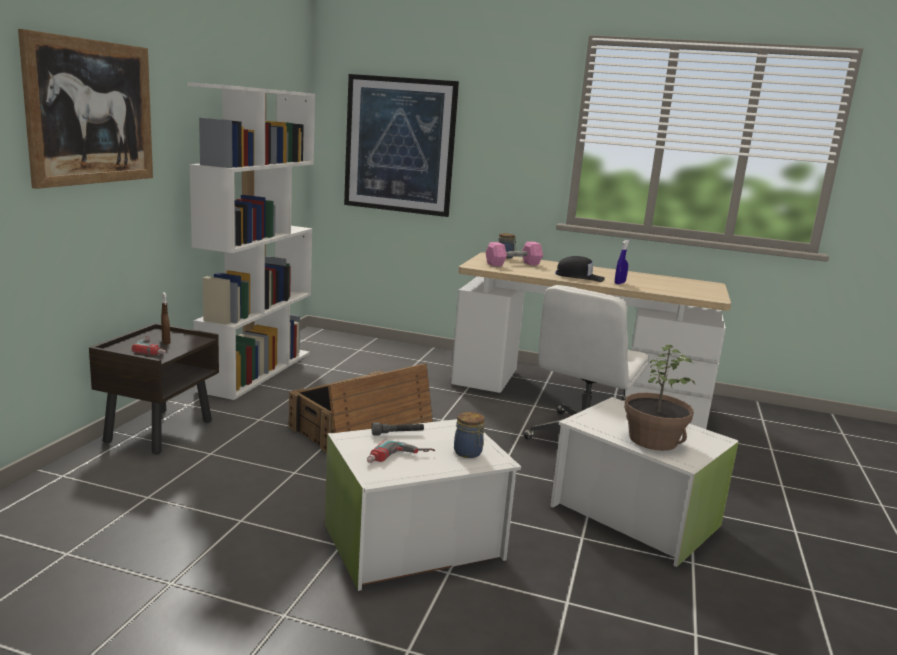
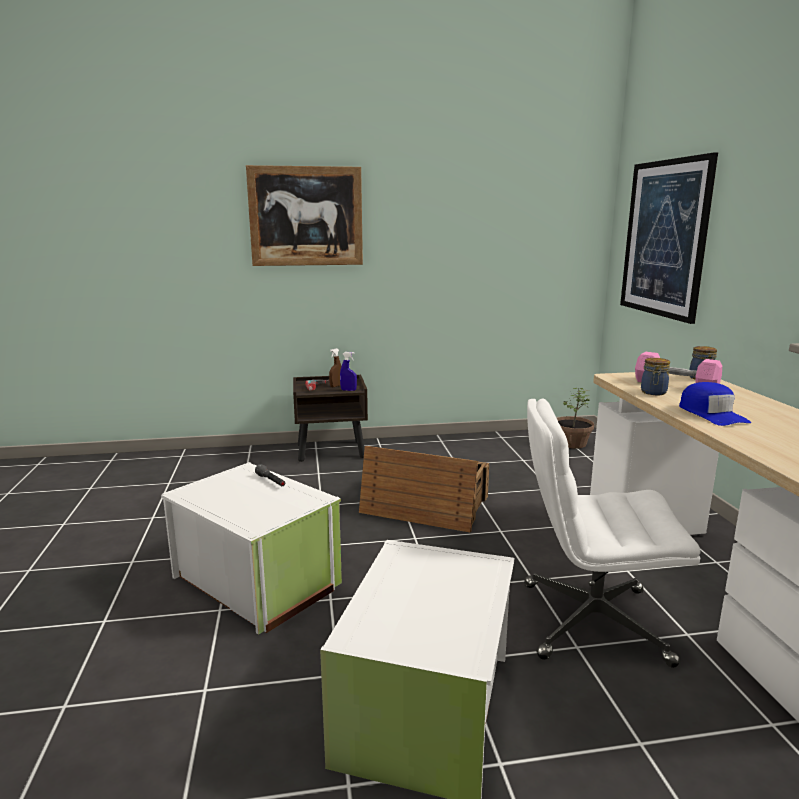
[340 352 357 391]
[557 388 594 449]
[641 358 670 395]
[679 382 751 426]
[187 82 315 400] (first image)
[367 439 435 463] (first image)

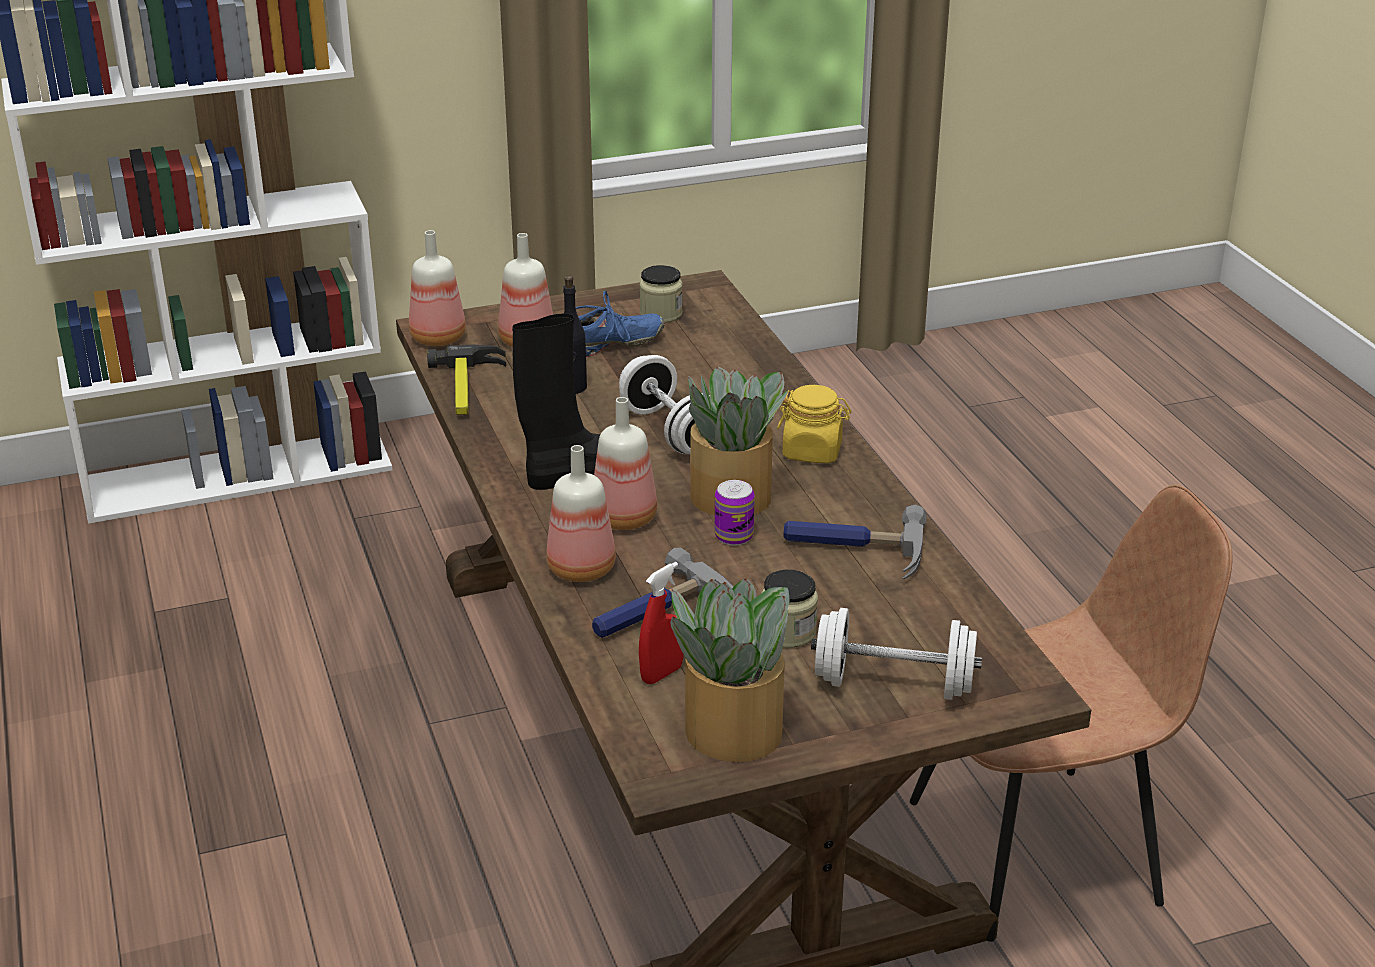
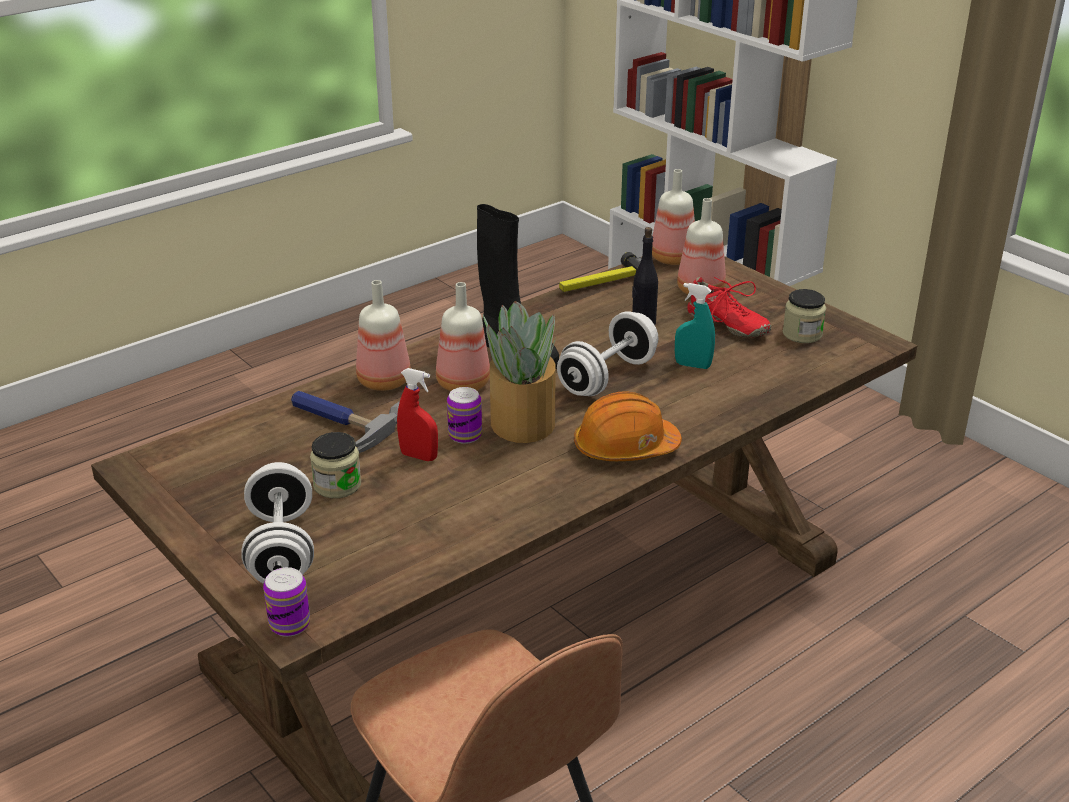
[263 567 310 637]
[397 368 438 461]
[574 391 682 461]
[675 283 715 369]
[687 277 771 337]
[670 578 790 762] (first image)
[783 504 927 580] (first image)

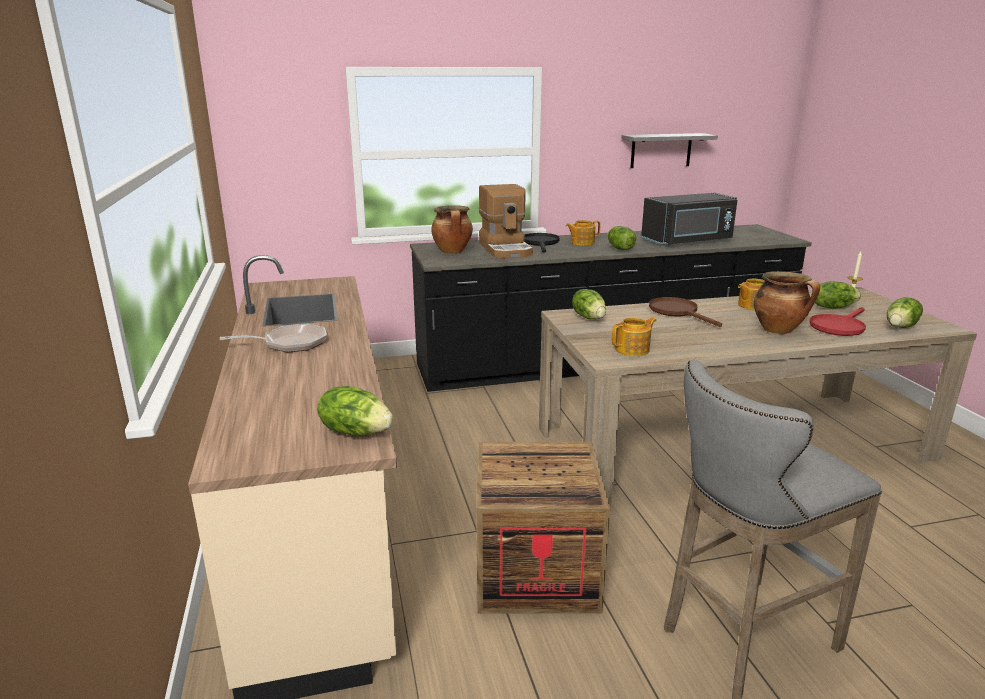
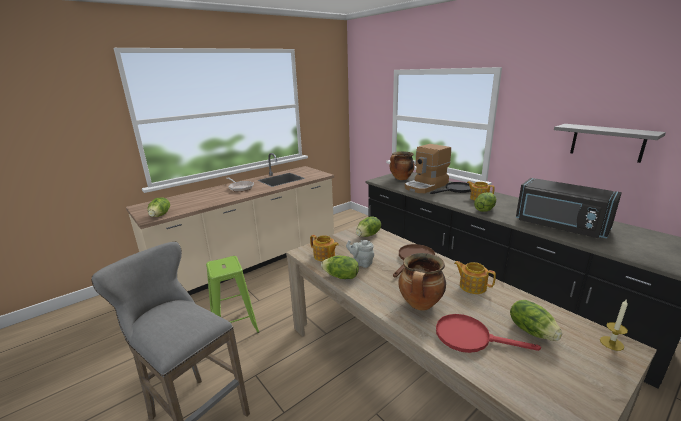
[206 256 260 333]
[321 256 359 279]
[346 240 374 268]

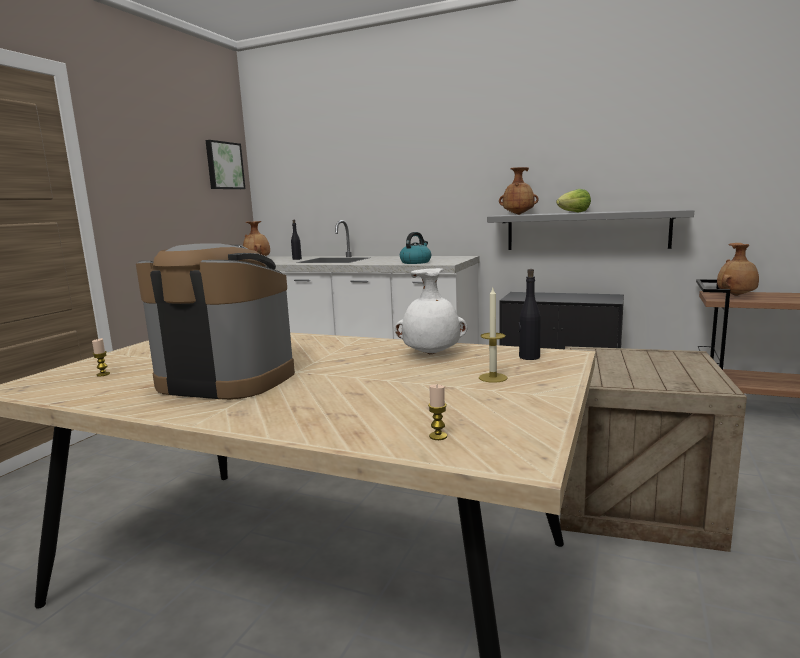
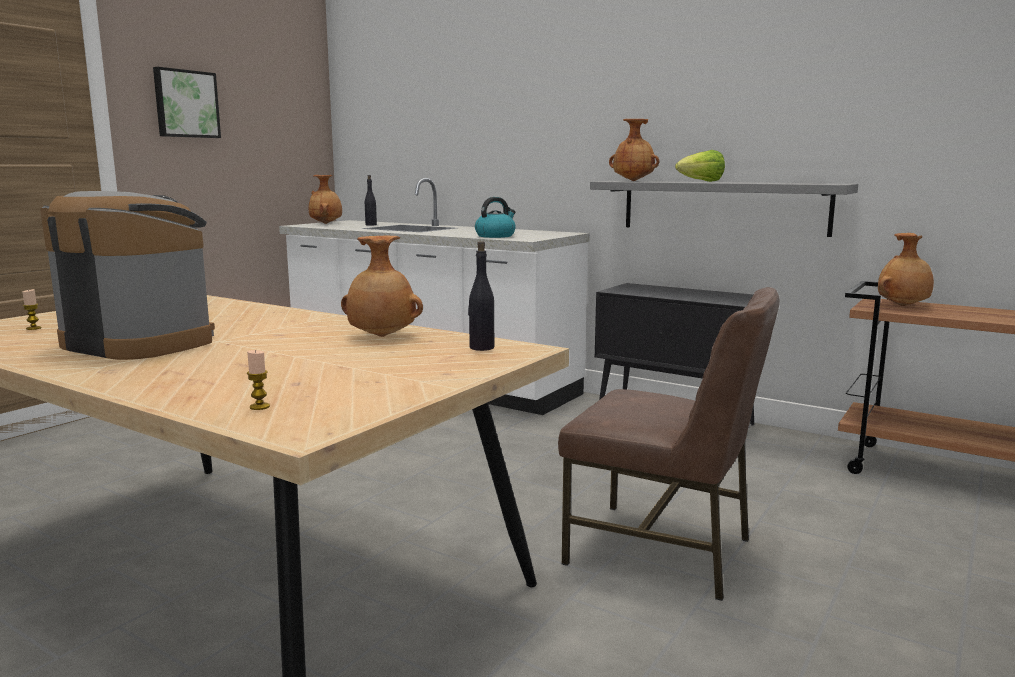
[153 67 221 138]
[341 236 423 337]
[558 287 780 601]
[479 288 508 383] (first image)

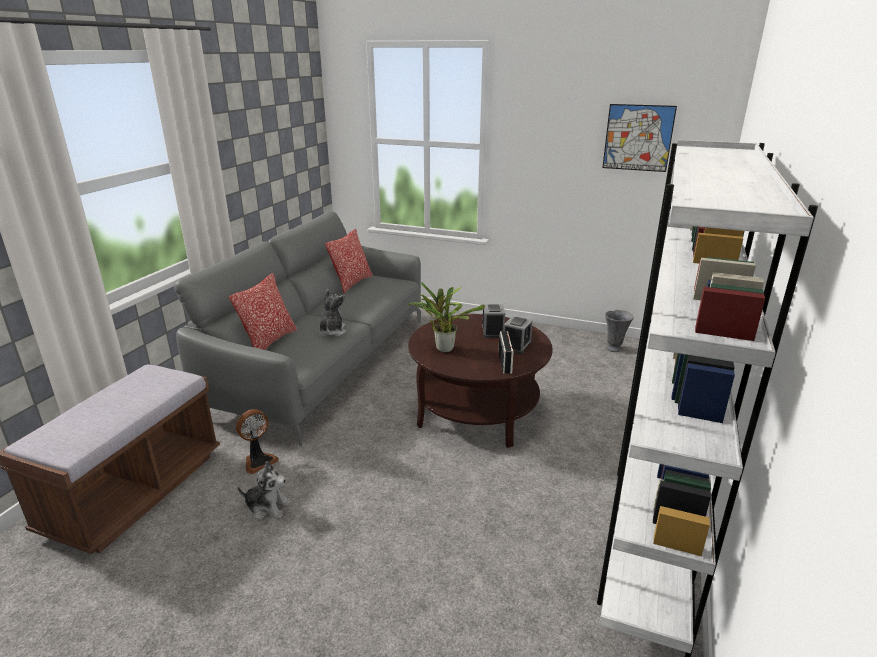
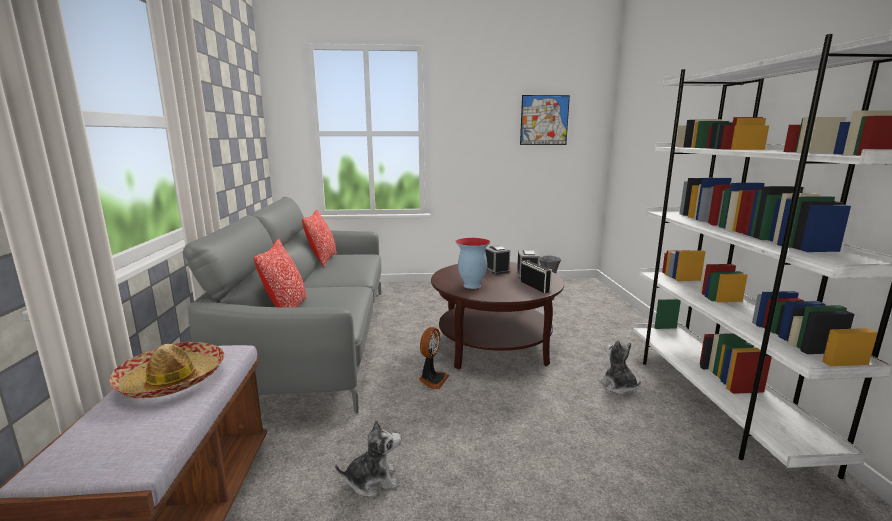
[109 342 224 398]
[418 327 449 389]
[455 238 491 289]
[598 340 641 394]

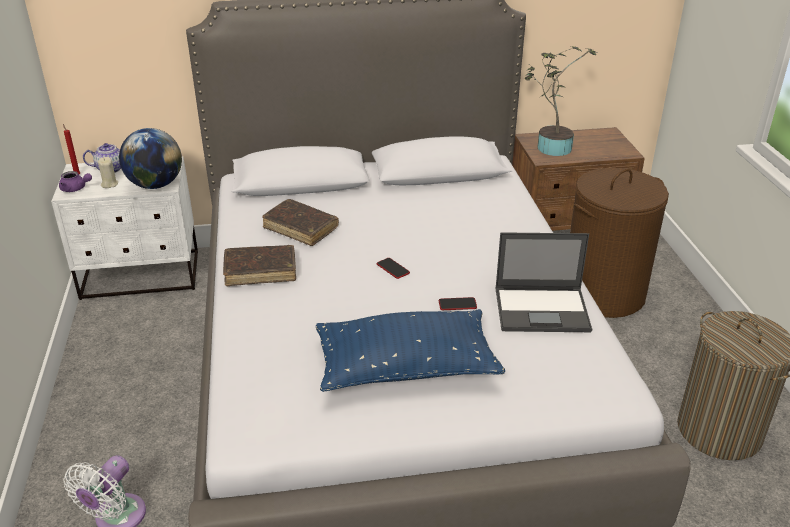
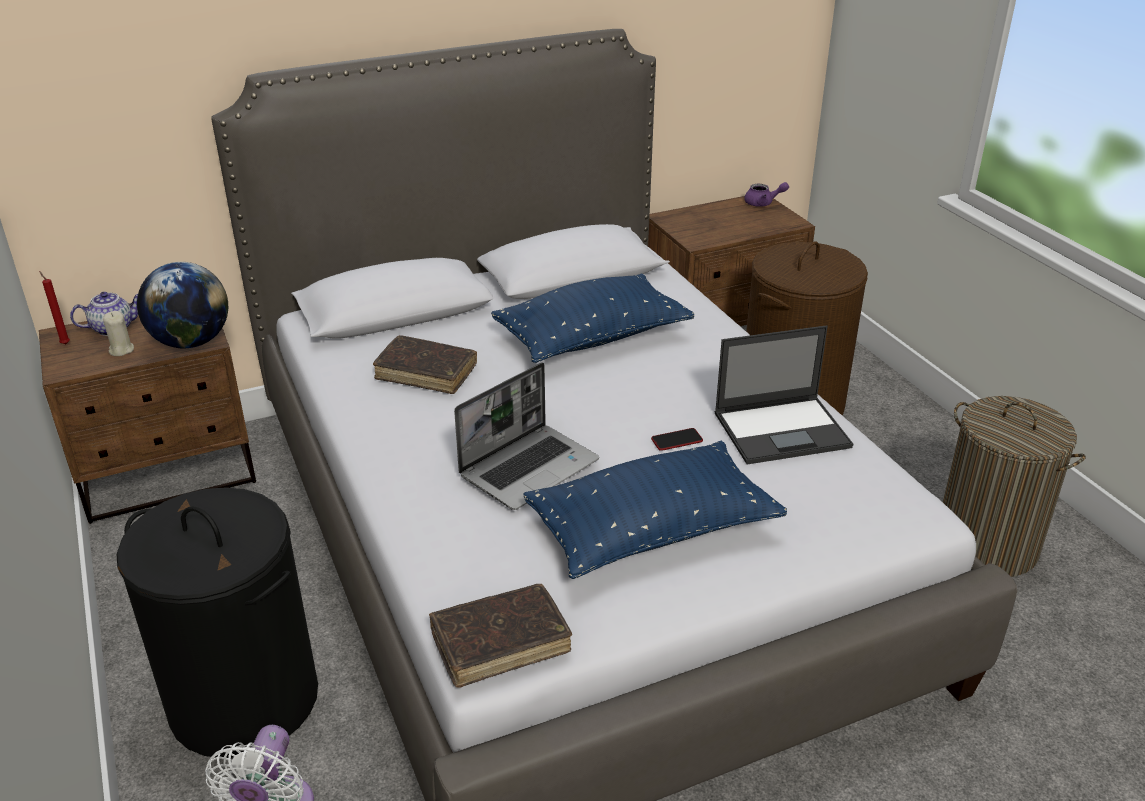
[39 315 256 524]
[116 487 318 758]
[429 584 572 688]
[454 362 599 510]
[491 274 694 363]
[744 182 789 207]
[377 258 410 279] (first image)
[525 46 597 156] (first image)

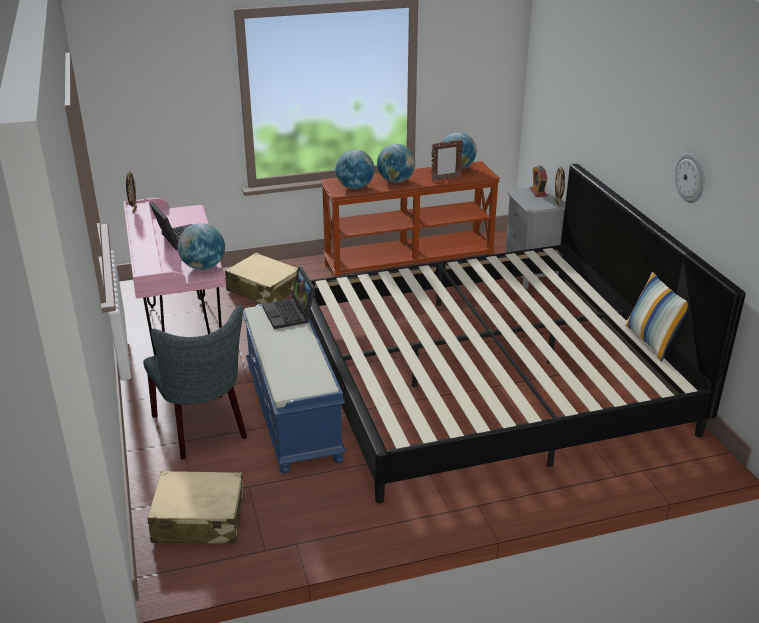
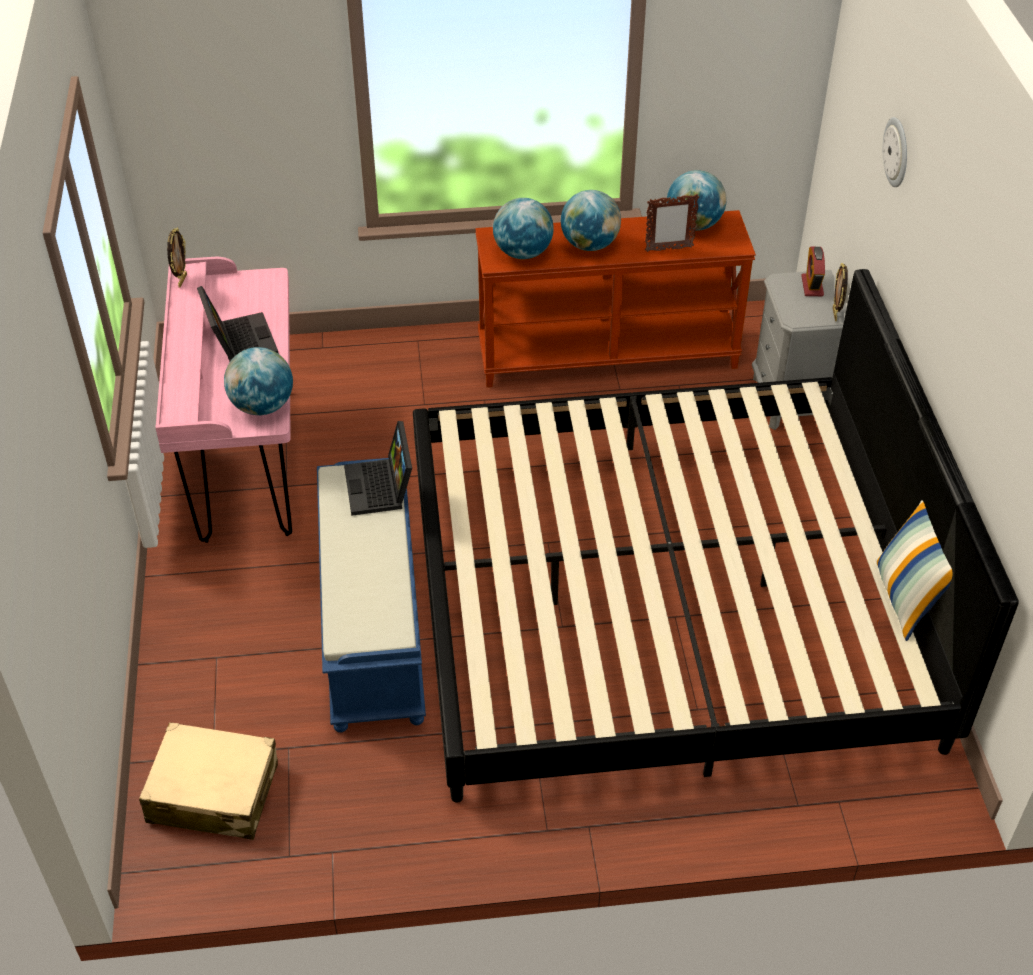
[883 117 907 187]
[143 305 247 459] (first image)
[225 253 298 304] (first image)

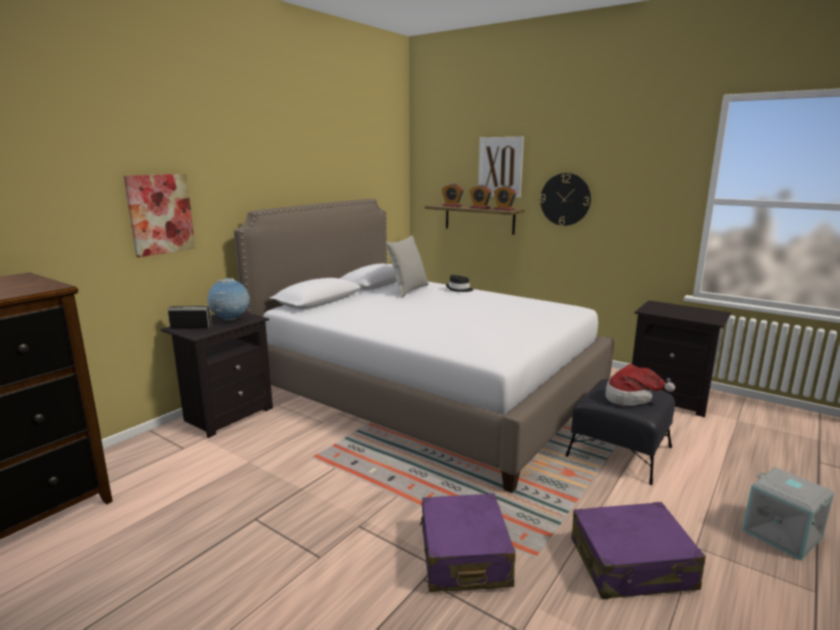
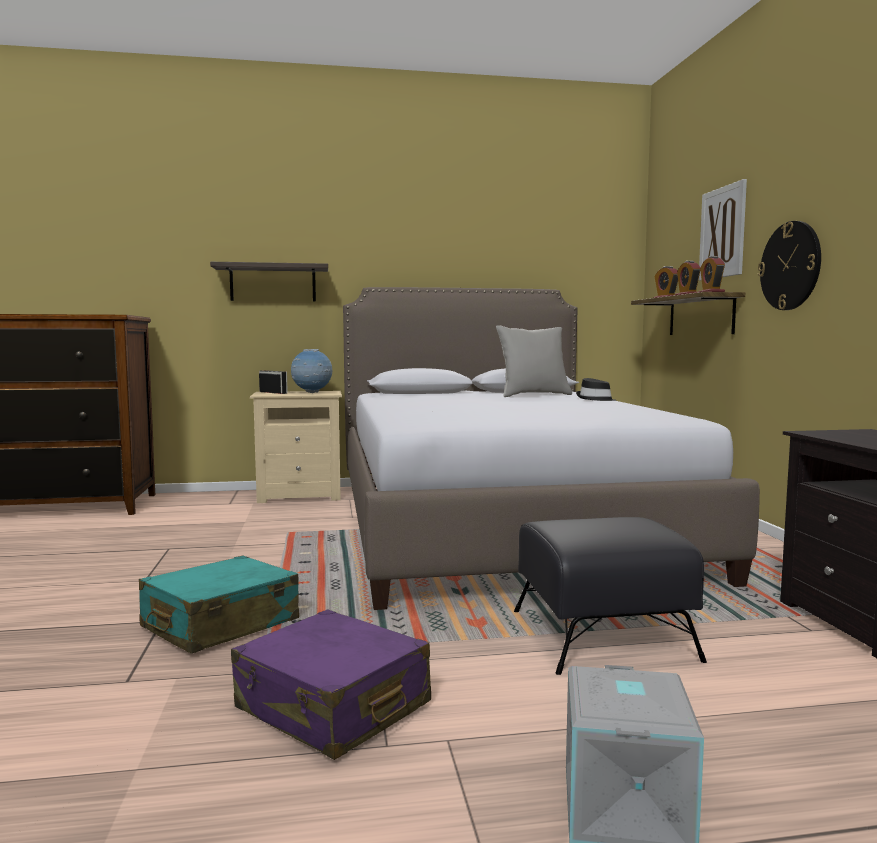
[139 556 299 654]
[210 262 328 302]
[250 391 342 503]
[606 364 675 406] (first image)

